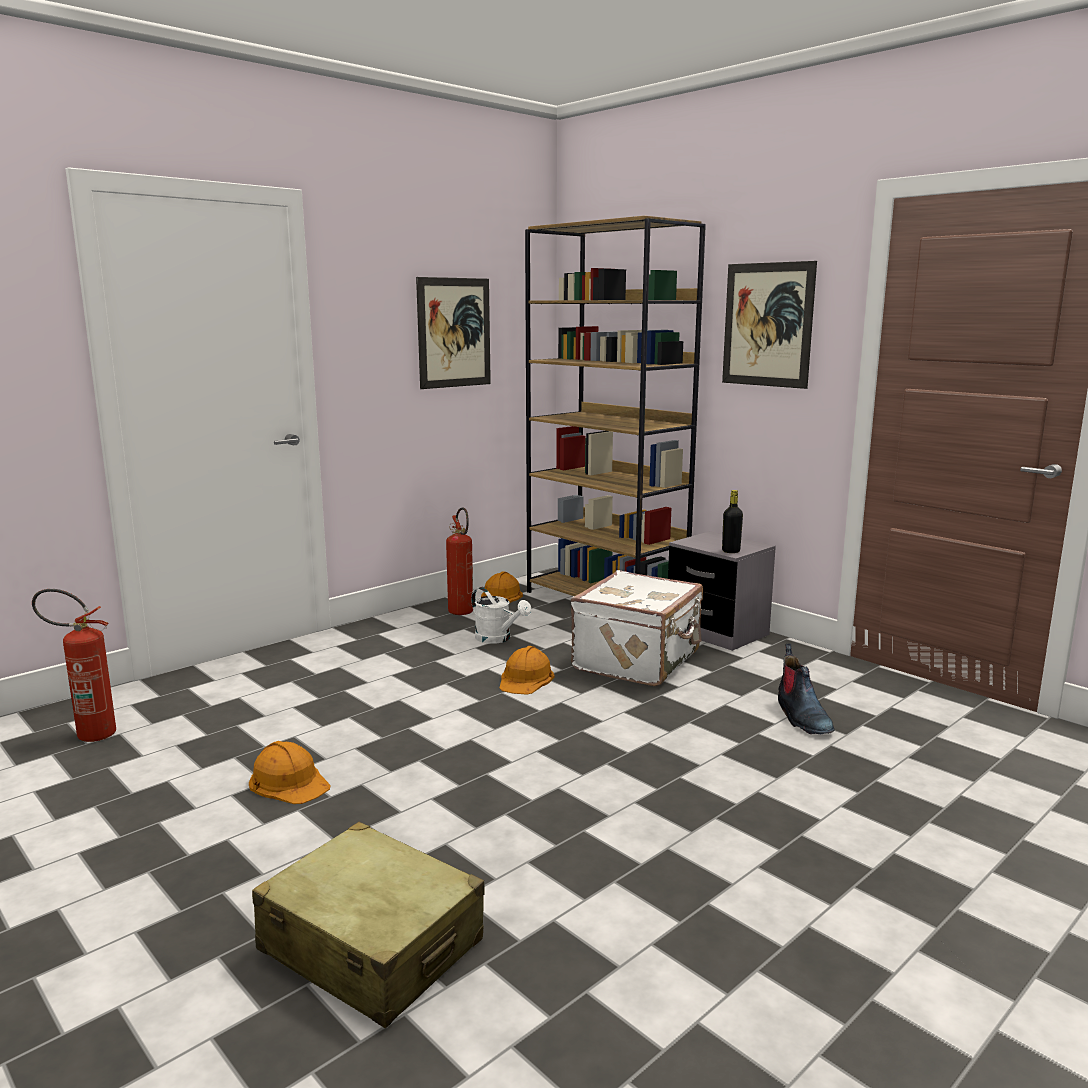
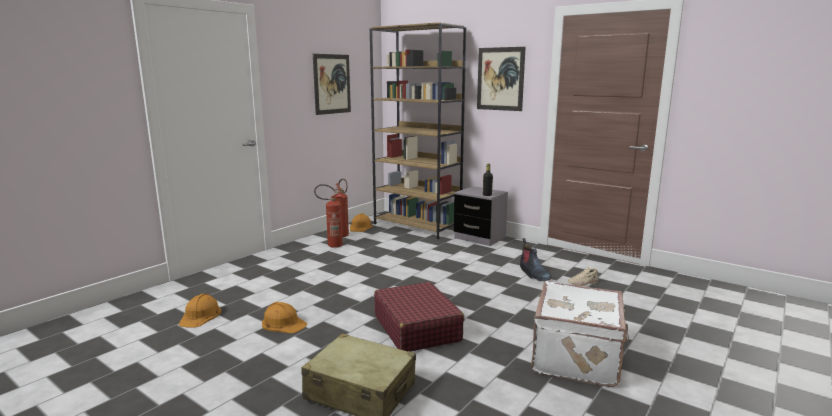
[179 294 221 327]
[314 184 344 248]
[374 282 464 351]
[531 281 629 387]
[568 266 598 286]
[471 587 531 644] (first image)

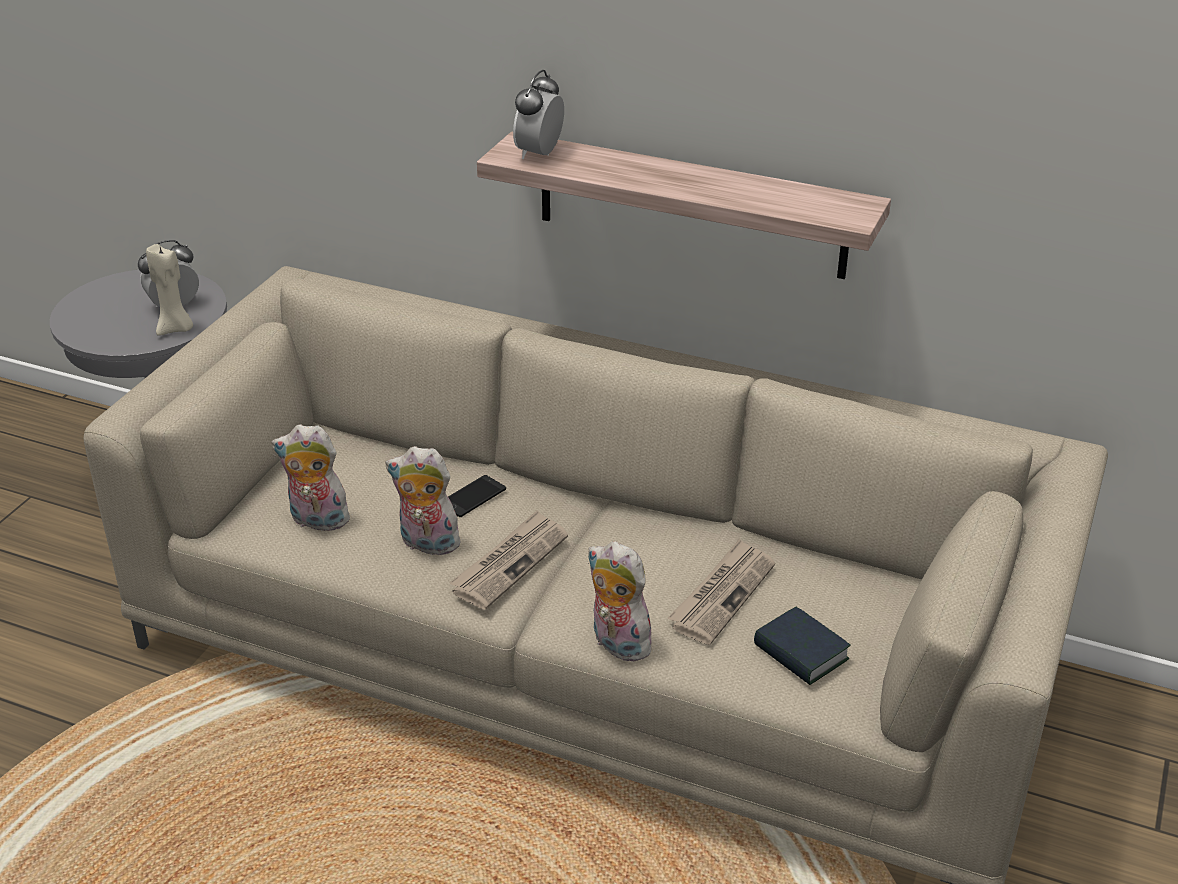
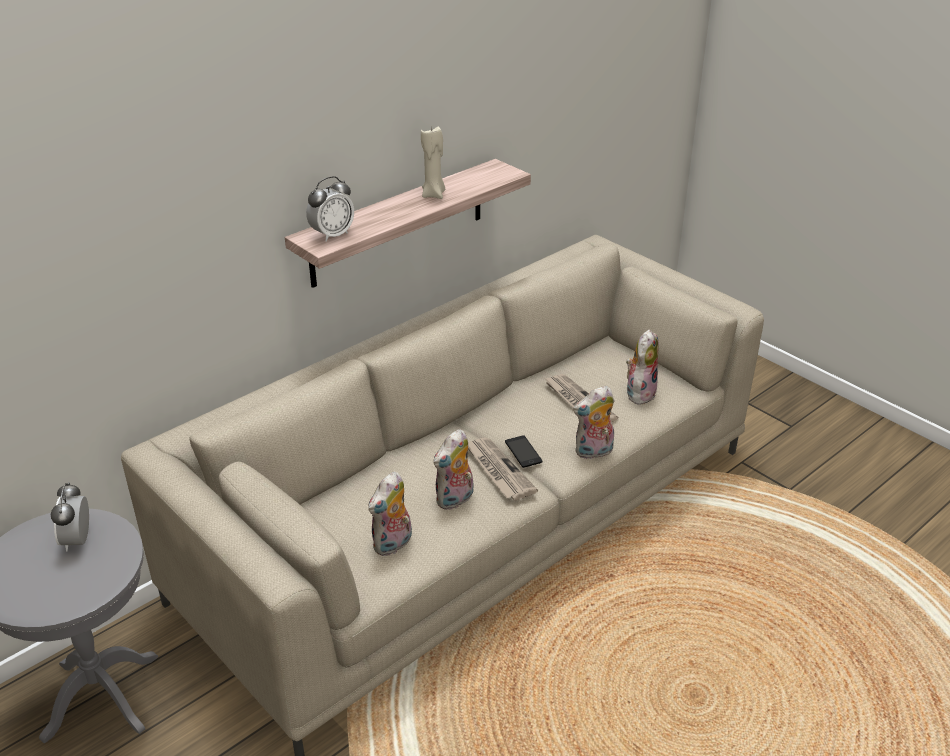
[306 176 354 242]
[421 125 445 199]
[505 435 542 468]
[626 329 659 405]

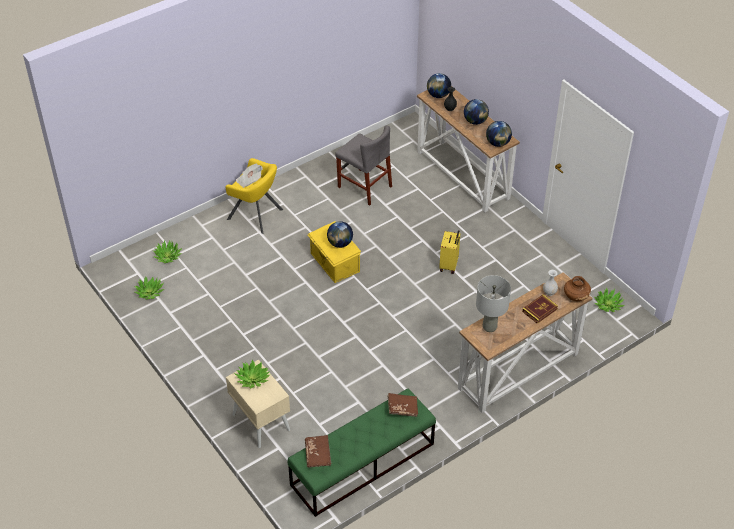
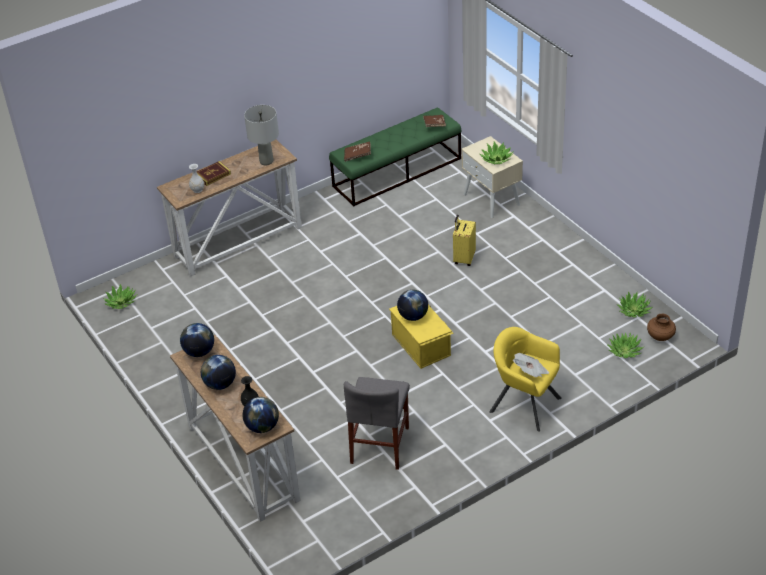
[344 377 410 470]
[453 215 476 266]
[647 314 676 341]

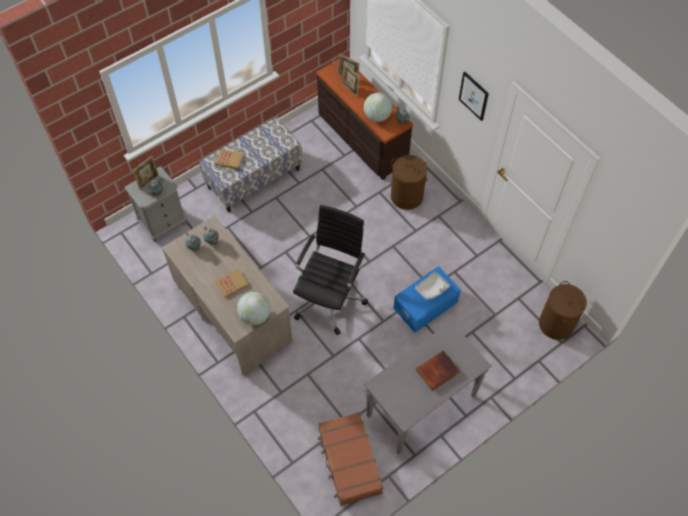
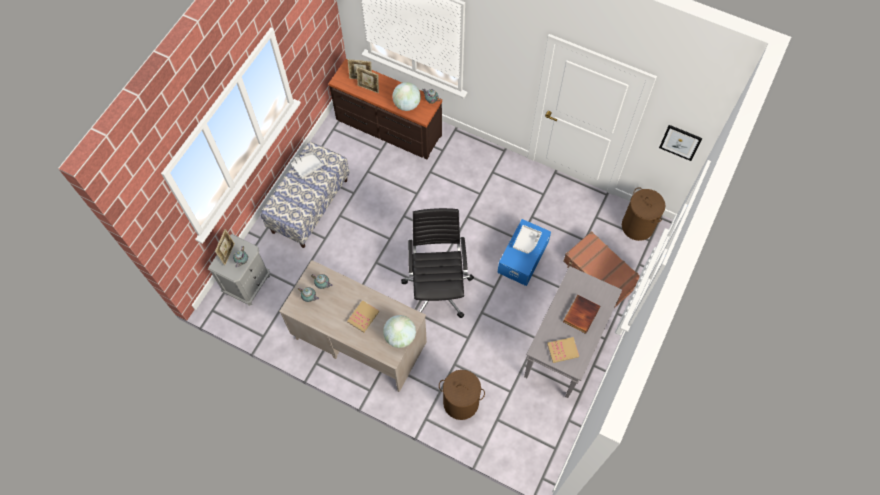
[291 153 324 178]
[439 370 485 420]
[547 337 579 363]
[563 231 640 308]
[659 125 702 161]

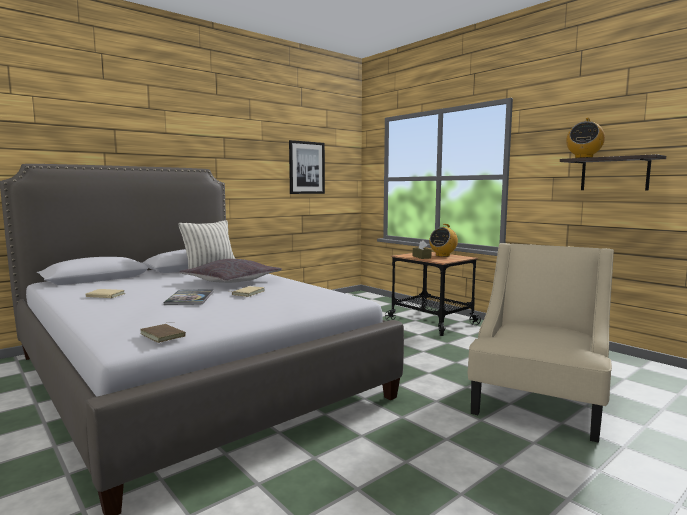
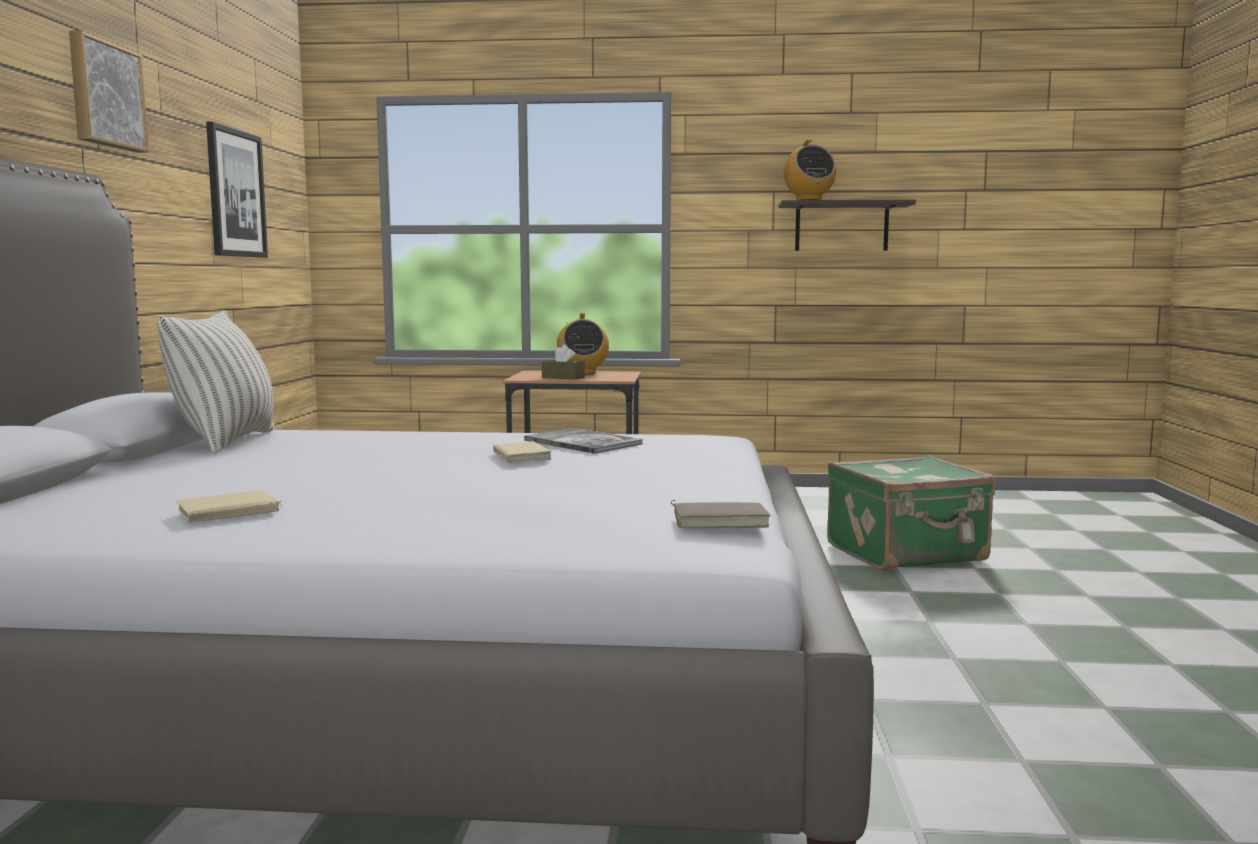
[69 30 149 153]
[524 428 643 454]
[827 455 996 570]
[179 259 282 283] (first image)

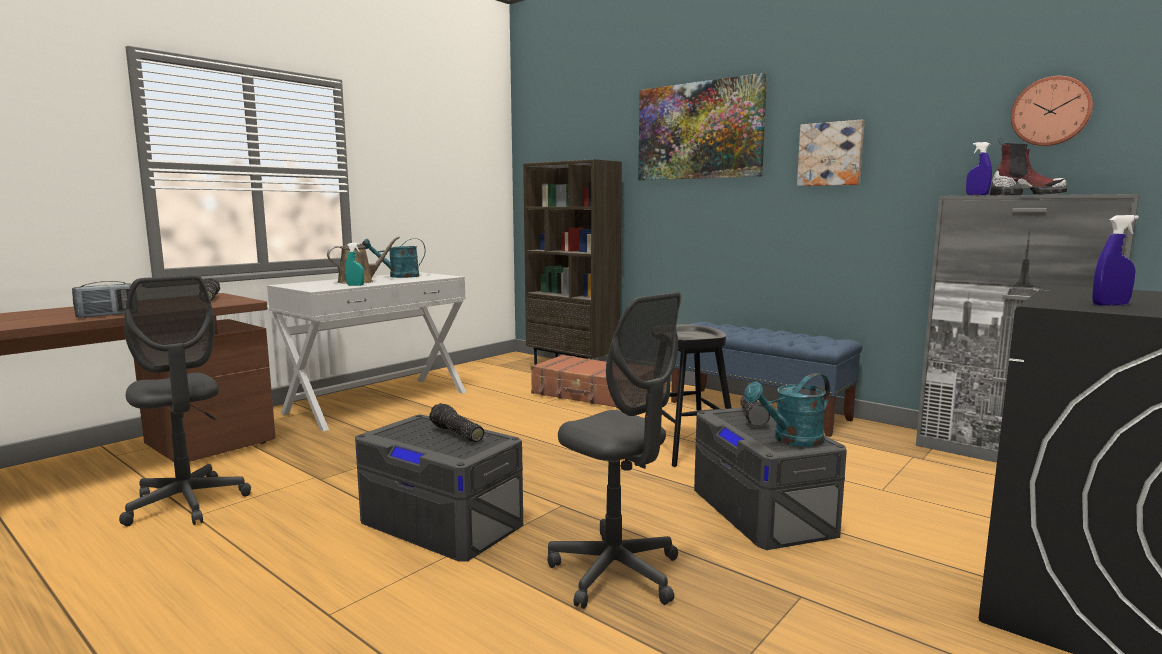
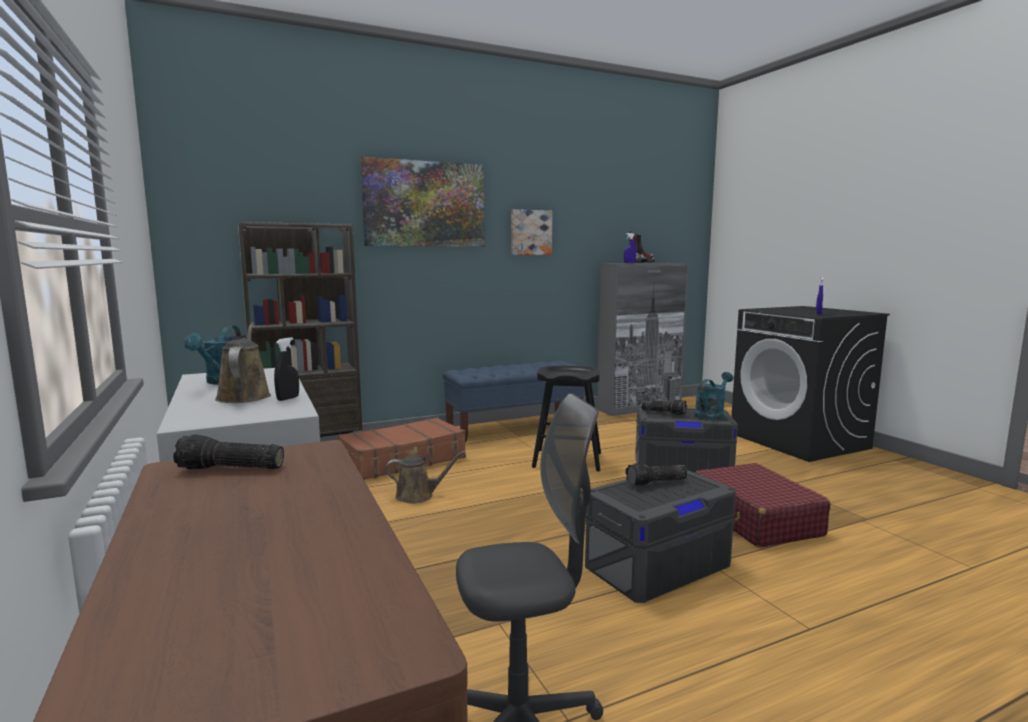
[274 337 299 401]
[385 451 465 504]
[694 372 734 420]
[695 463 830 548]
[72 281 131 318] (first image)
[1011 76 1093 146] (first image)

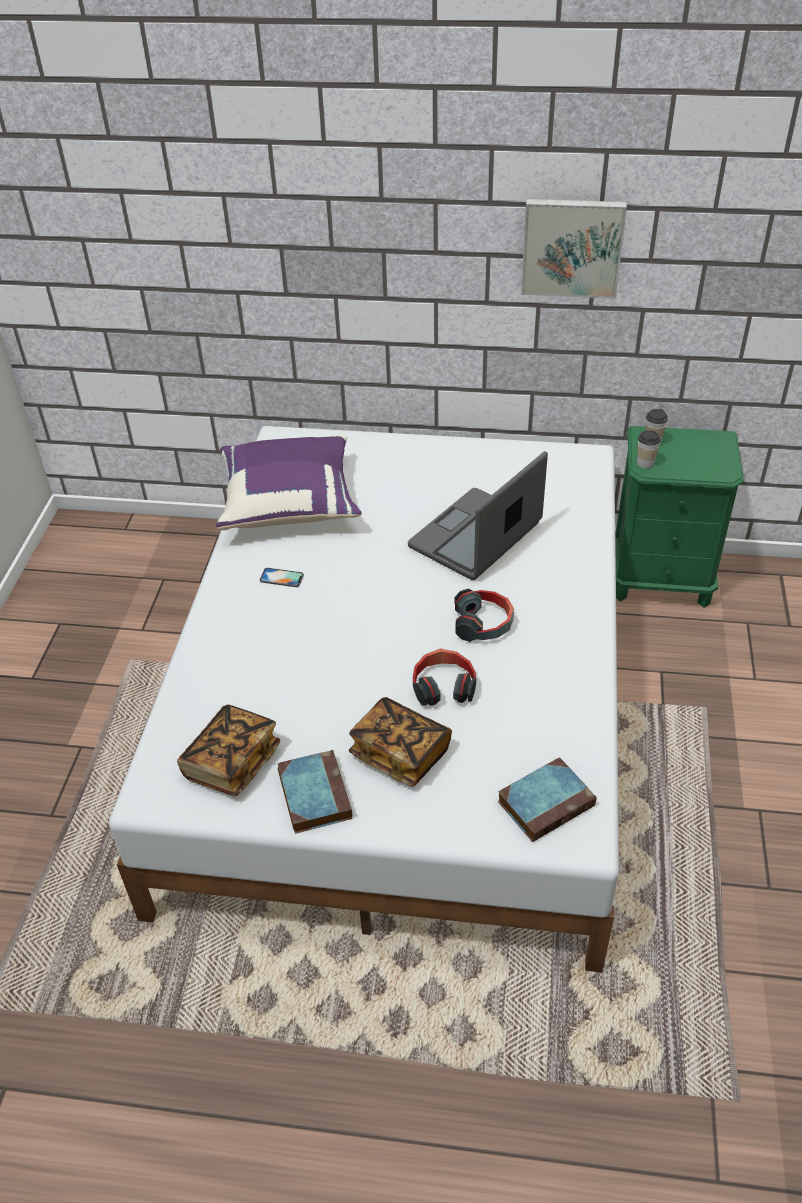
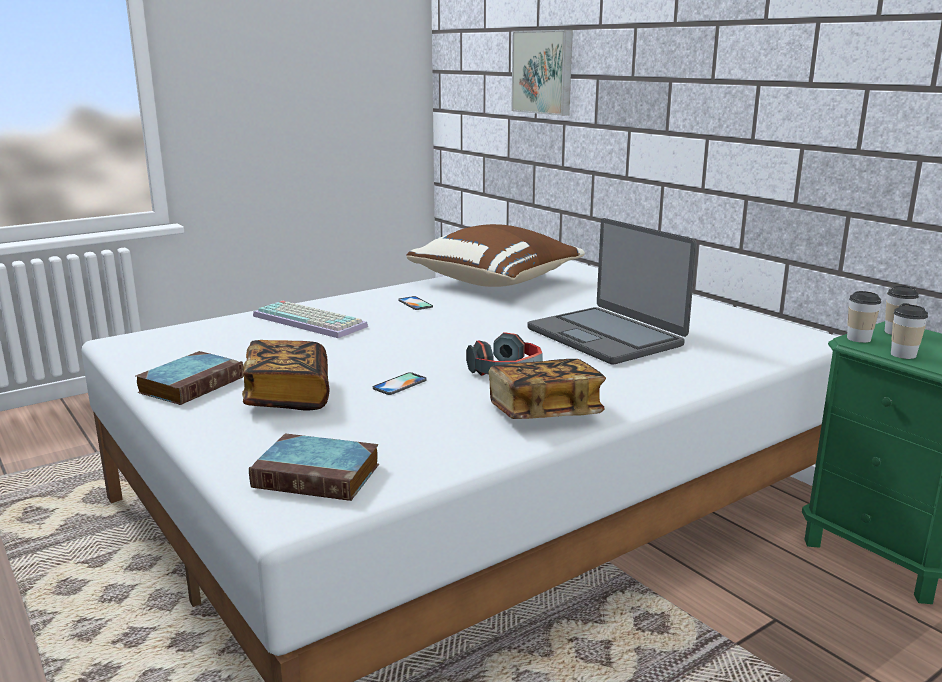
[253 301 368 338]
[373 372 427 395]
[406 224 585 287]
[489 359 606 419]
[511 30 573 116]
[527 218 697 365]
[891 303 928 359]

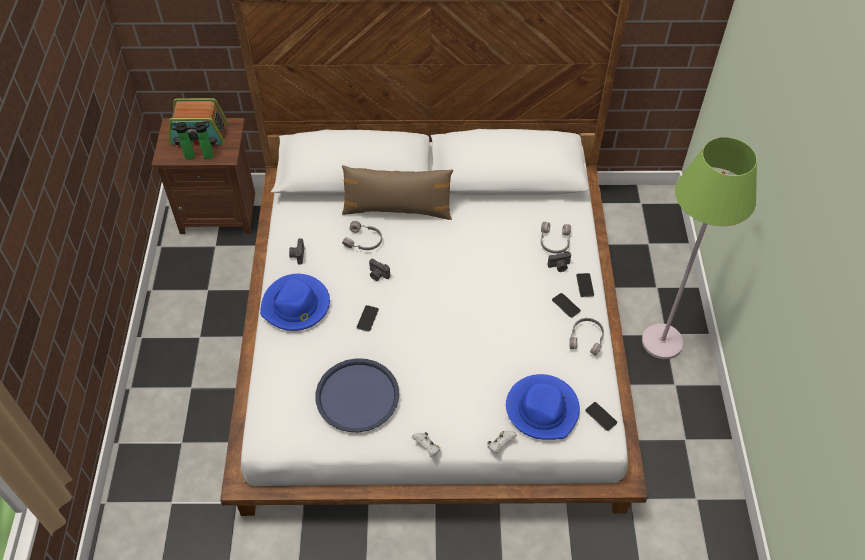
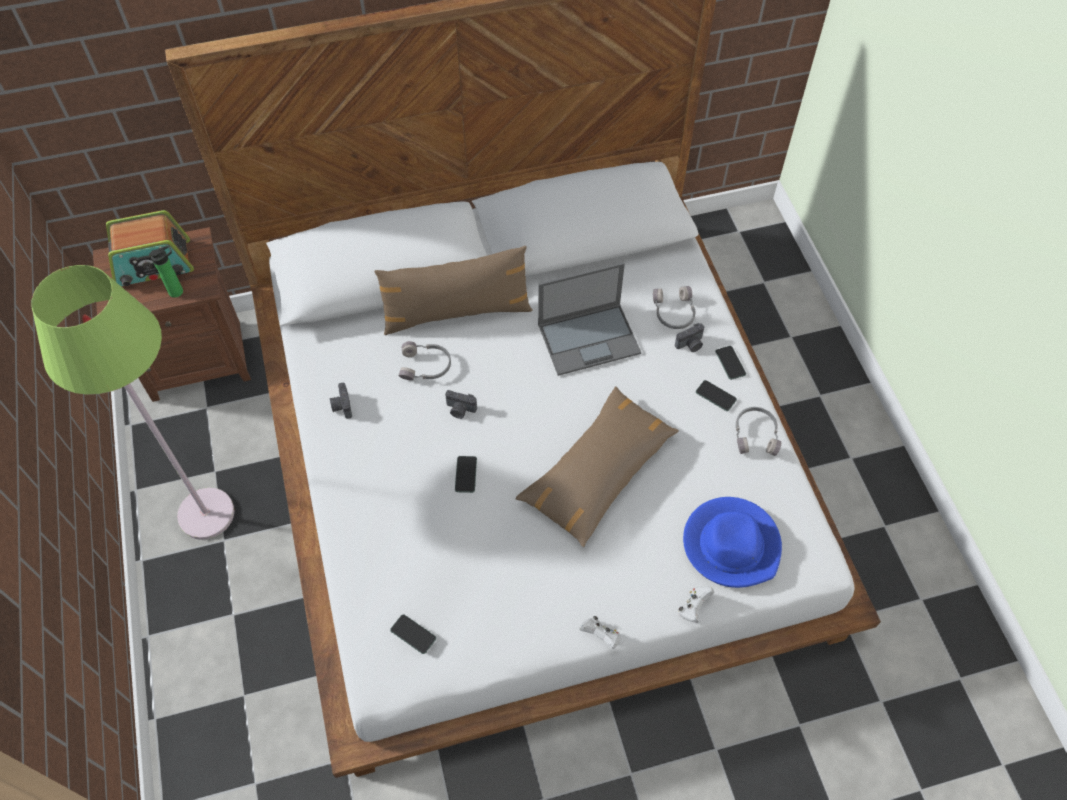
[31 265 234 540]
[390 614 436 654]
[516 387 679 547]
[538 262 641 376]
[171 122 195 160] (first image)
[260 274 330 331] (first image)
[315 358 399 432] (first image)

